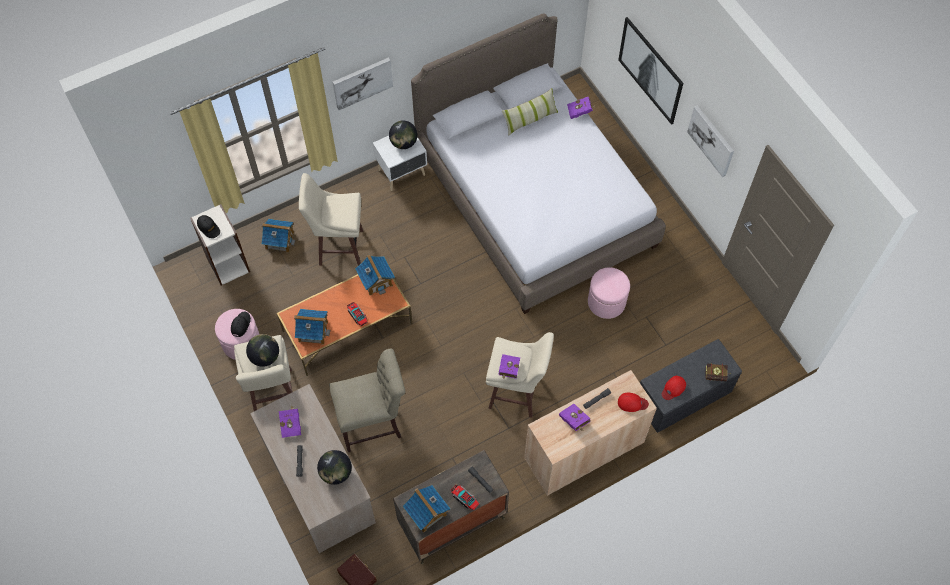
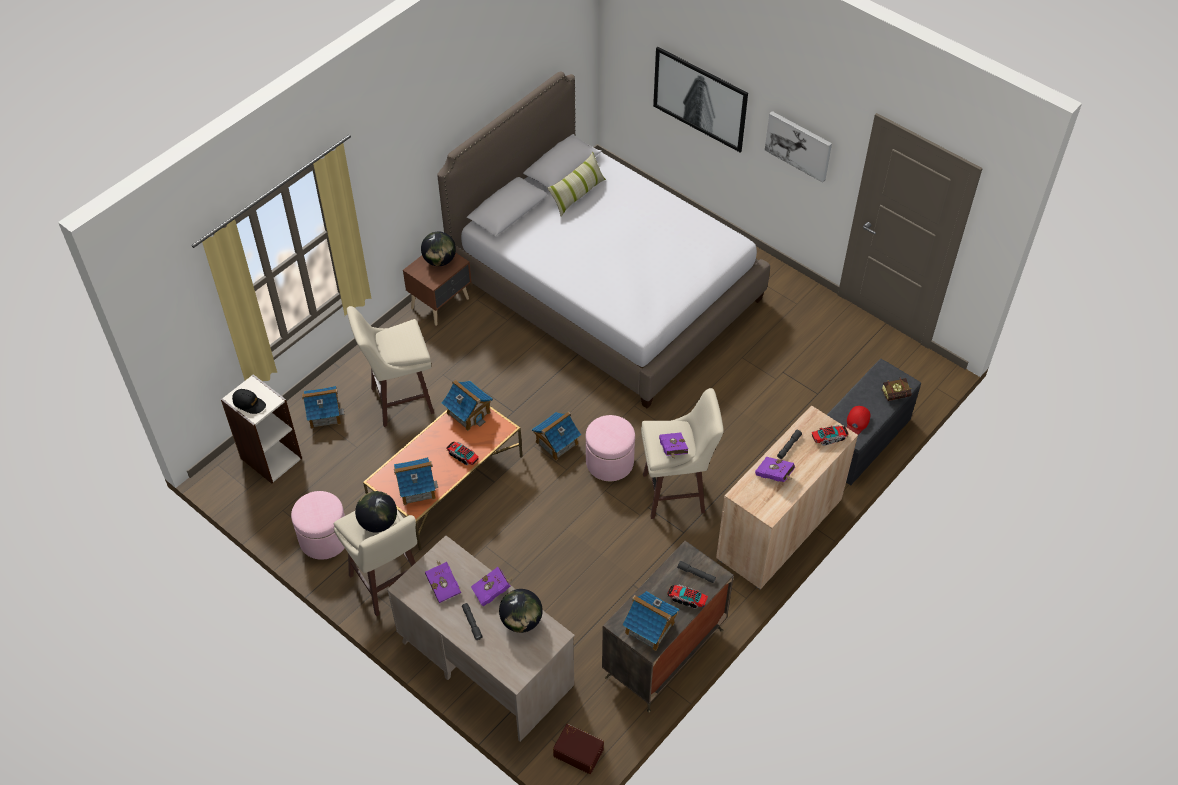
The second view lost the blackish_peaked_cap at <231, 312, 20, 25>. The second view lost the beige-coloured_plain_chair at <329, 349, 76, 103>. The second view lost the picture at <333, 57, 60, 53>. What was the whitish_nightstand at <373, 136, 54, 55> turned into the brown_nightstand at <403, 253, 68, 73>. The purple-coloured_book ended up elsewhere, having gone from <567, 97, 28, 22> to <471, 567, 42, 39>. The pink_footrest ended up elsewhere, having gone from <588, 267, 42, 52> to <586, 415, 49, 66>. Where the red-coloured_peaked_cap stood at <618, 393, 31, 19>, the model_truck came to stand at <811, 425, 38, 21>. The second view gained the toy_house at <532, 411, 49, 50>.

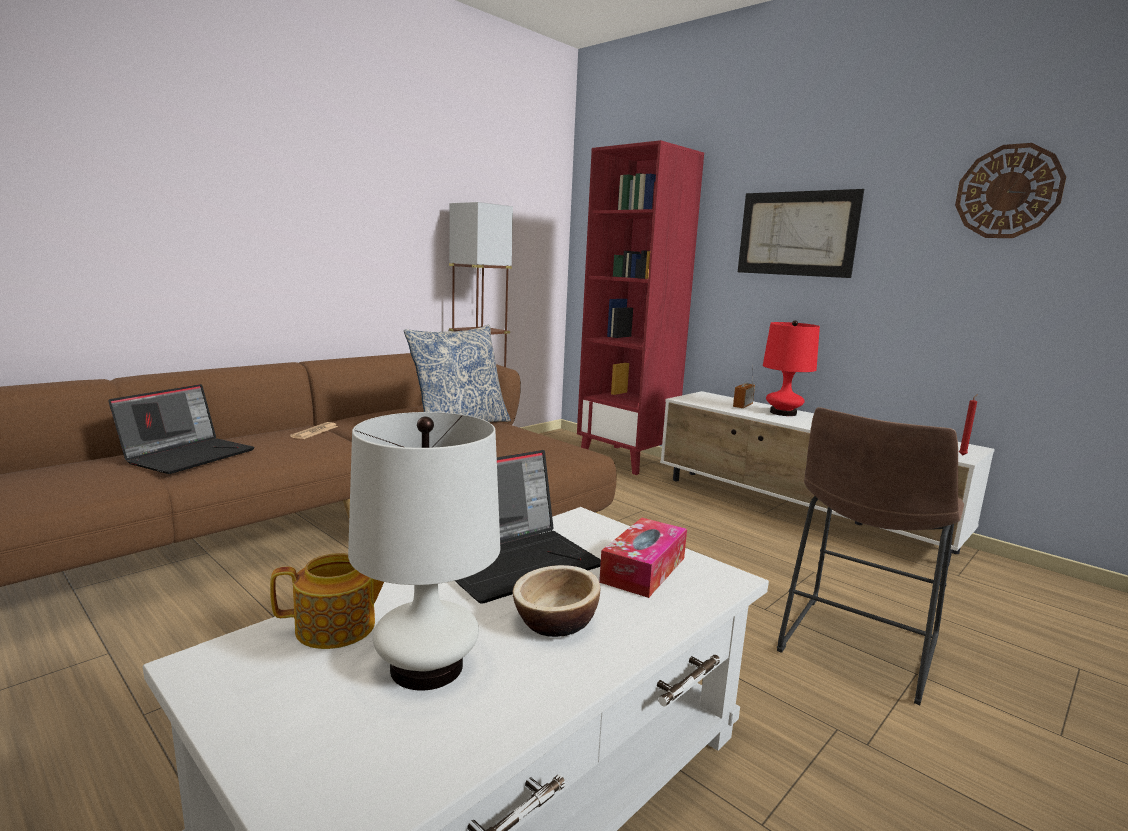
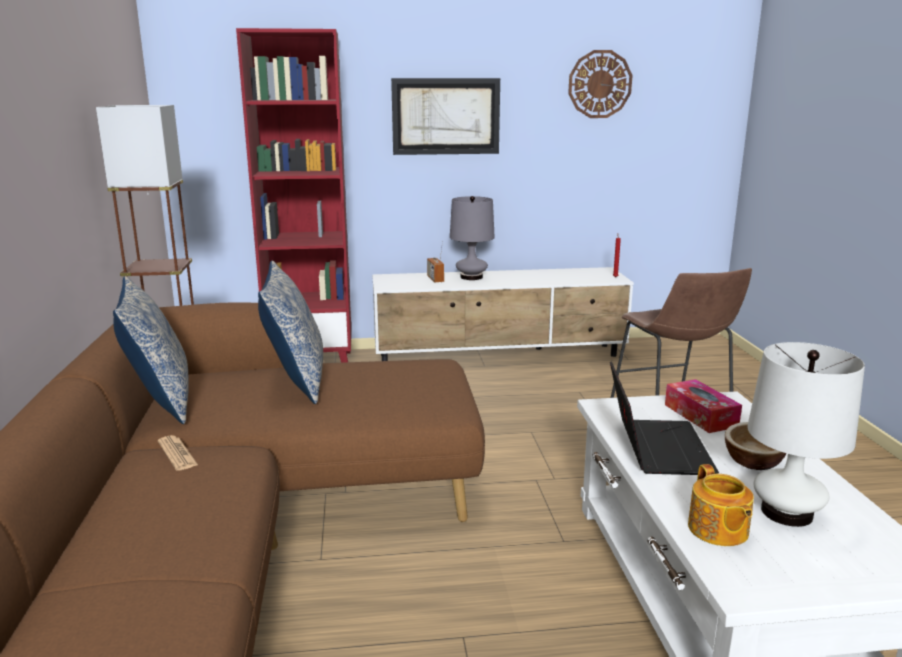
The second view lost the notebook_computer at <108, 384, 147, 90>. The teapot at <270, 553, 114, 96> ended up facing another way, 150 degrees clockwise from before. What was the red-coloured_tabletop_lamp at <763, 320, 57, 96> turned into the grey_tabletop_lamp at <450, 196, 45, 84>. The second view gained the cushion at <113, 276, 75, 148>.

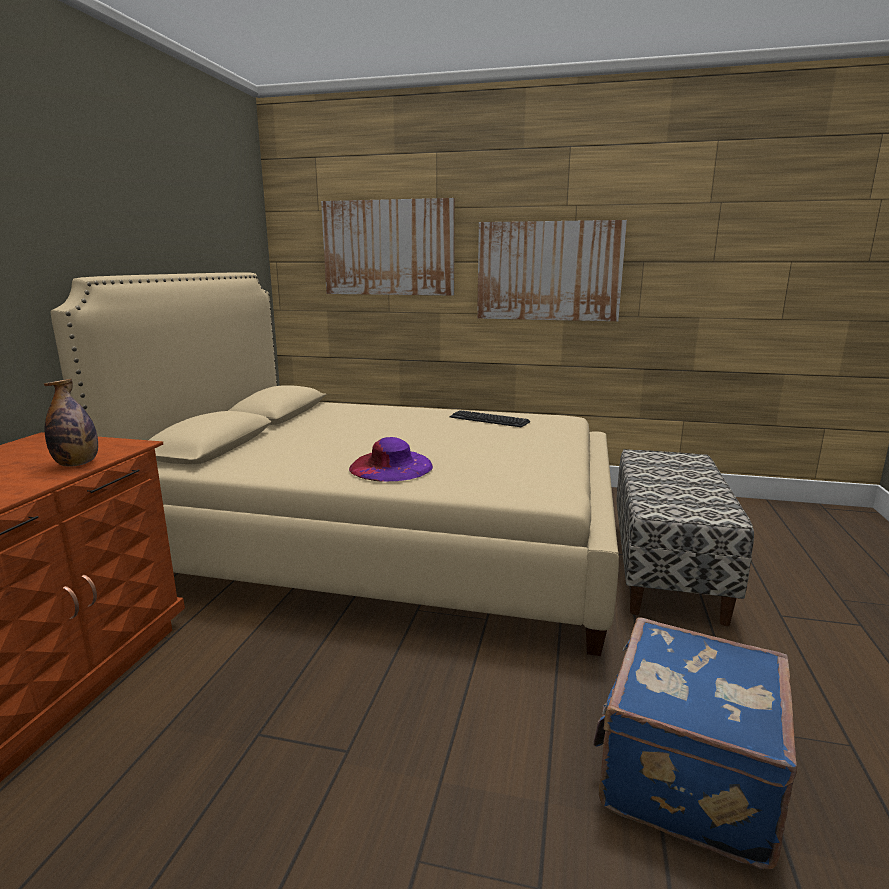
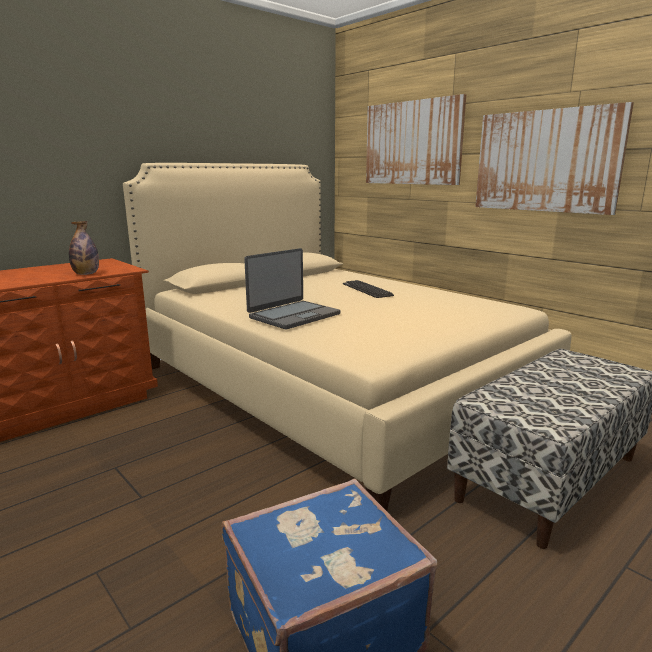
Where the purple-coloured_hat stood at <349, 437, 84, 45>, the notebook_computer came to stand at <244, 248, 96, 81>. The keyboard ended up elsewhere, having gone from <450, 410, 80, 17> to <343, 280, 51, 18>.

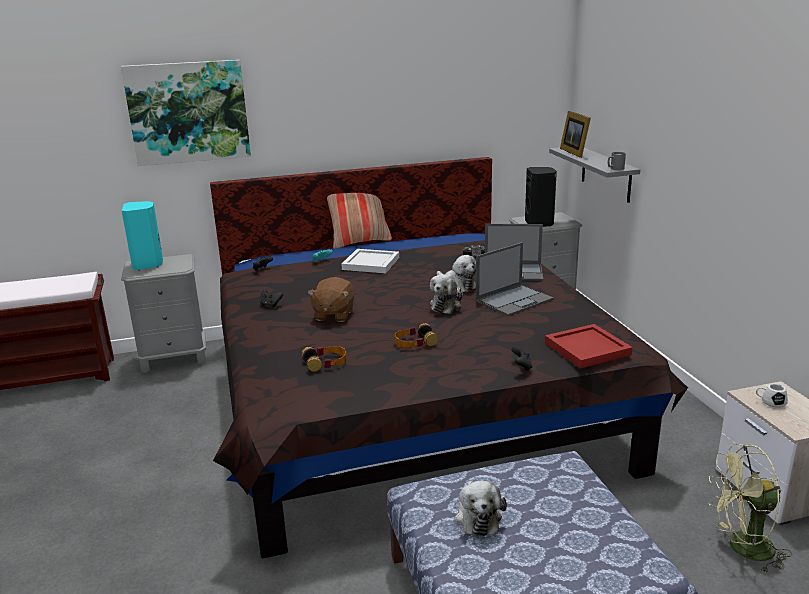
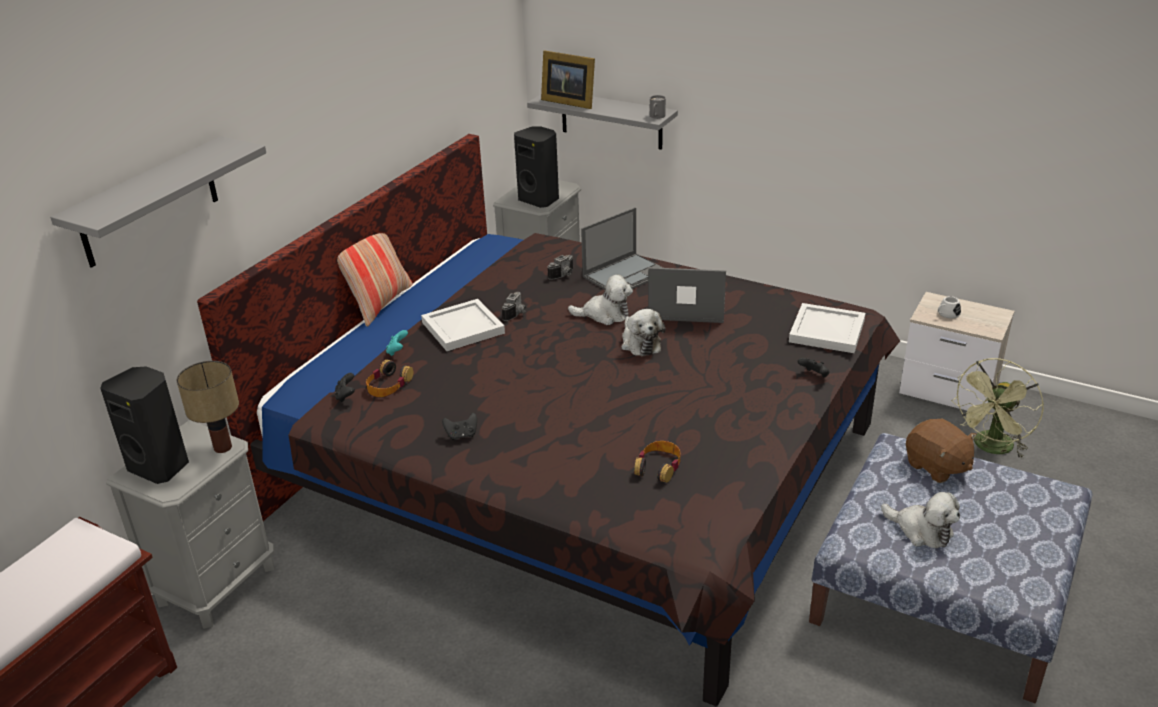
Where the picture hung at <121, 60, 130, 106>, the grey_wall_shelf came to hang at <50, 136, 216, 132>. What was the turquoise-coloured_loudspeaker at <122, 201, 41, 69> turned into the blackish_loudspeaker at <100, 366, 89, 118>. The brown_plush_toy ended up elsewhere, having gone from <307, 277, 47, 45> to <906, 419, 71, 64>. The headphones ended up elsewhere, having gone from <395, 323, 43, 25> to <366, 360, 47, 37>. The notebook_computer at <476, 242, 78, 74> ended up facing another way, 90 degrees counterclockwise from before. What was the red-coloured_tray at <545, 324, 88, 44> turned into the whitish_tray at <789, 303, 77, 50>. The second view gained the tabletop_lamp at <176, 361, 63, 92>. The second view gained the still_camera at <502, 292, 24, 29>.

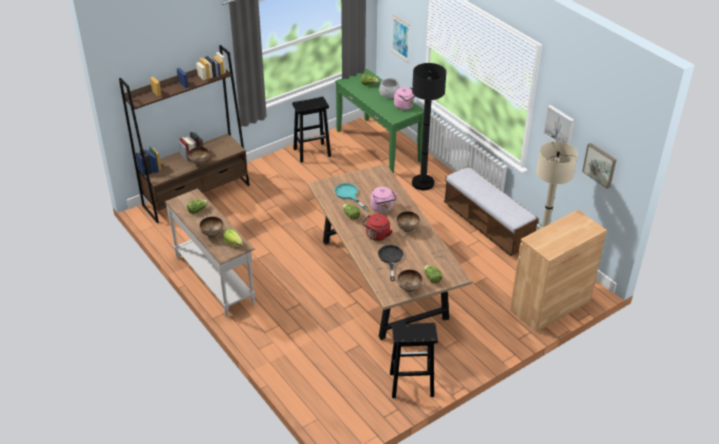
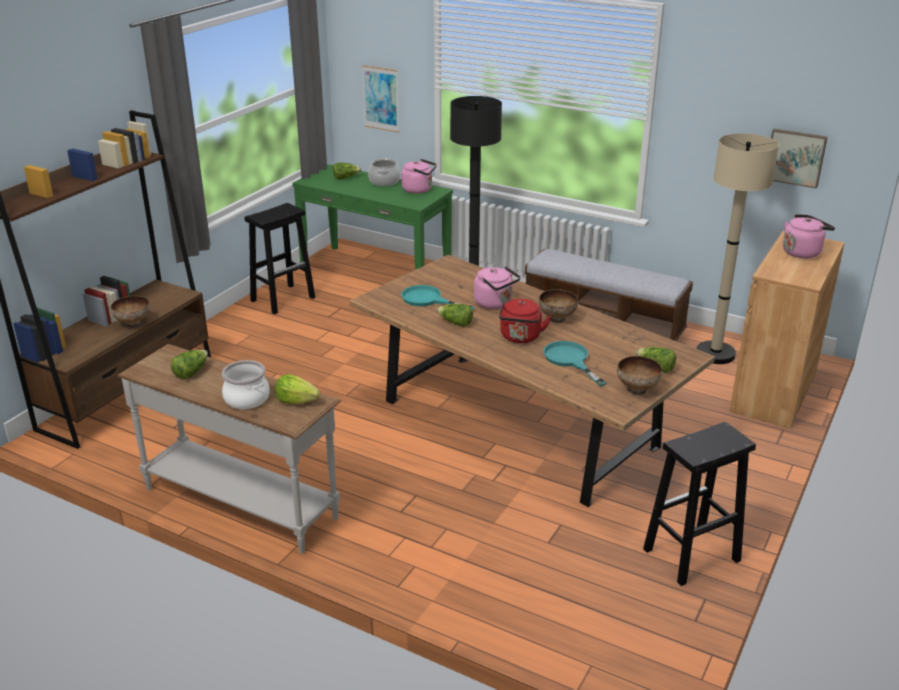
Where the deep_dish stood at <199, 216, 25, 22>, the cooking_pot came to stand at <222, 360, 48, 49>. What was the blackish_pan at <378, 245, 26, 36> turned into the turquoise-coloured_pan at <543, 341, 63, 46>. The second view lost the picture at <543, 105, 32, 40>. The second view gained the pink_kettle at <783, 214, 52, 44>.

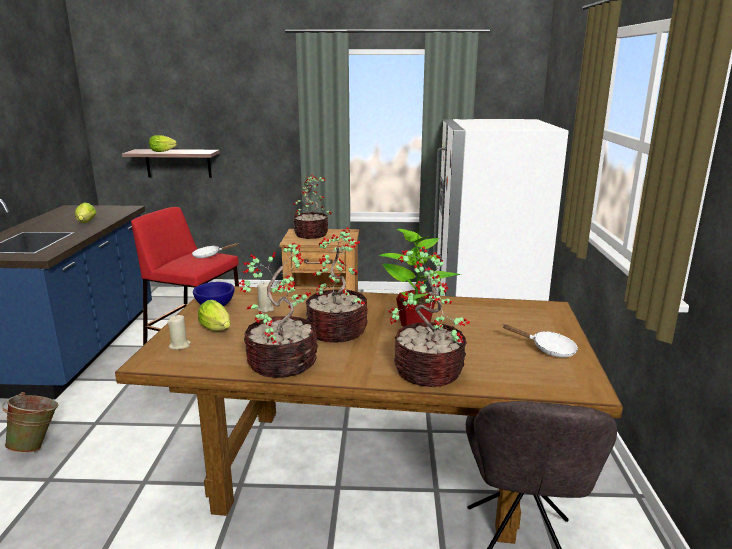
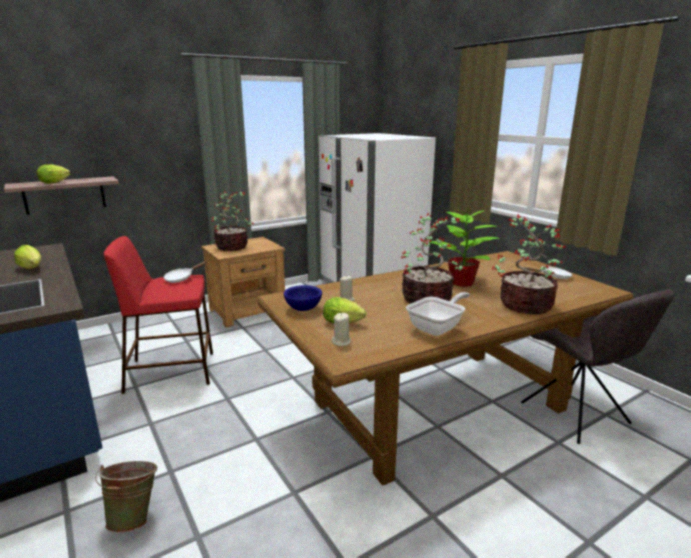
Where the houseplant stood at <239, 243, 79, 135>, the pan came to stand at <406, 292, 64, 44>.

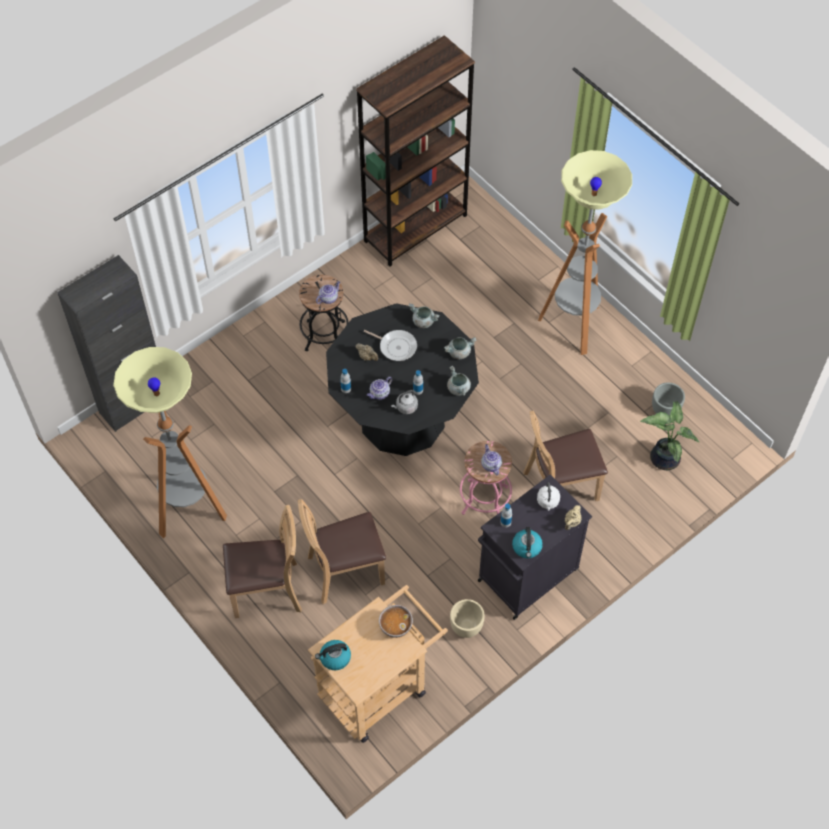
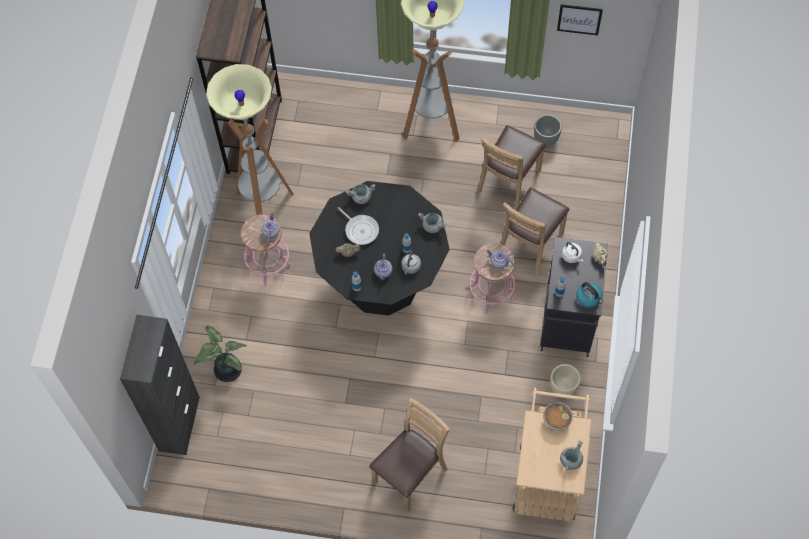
The floor_lamp ended up elsewhere, having gone from <113, 347, 114, 191> to <206, 64, 88, 151>. The brown_plain_chair ended up elsewhere, having gone from <298, 499, 88, 106> to <477, 125, 69, 85>. What was the blackish_stool_seat at <299, 275, 49, 76> turned into the pink_stool_seat at <241, 214, 52, 72>. The second view lost the kettle at <315, 640, 36, 30>. The pan at <364, 330, 53, 31> ended up facing another way, 60 degrees clockwise from before. The grey_cooking_pot ended up elsewhere, having gone from <444, 337, 32, 22> to <560, 441, 23, 30>. The houseplant ended up elsewhere, having gone from <640, 401, 59, 69> to <193, 326, 54, 56>. The second view gained the picture at <557, 4, 46, 31>.

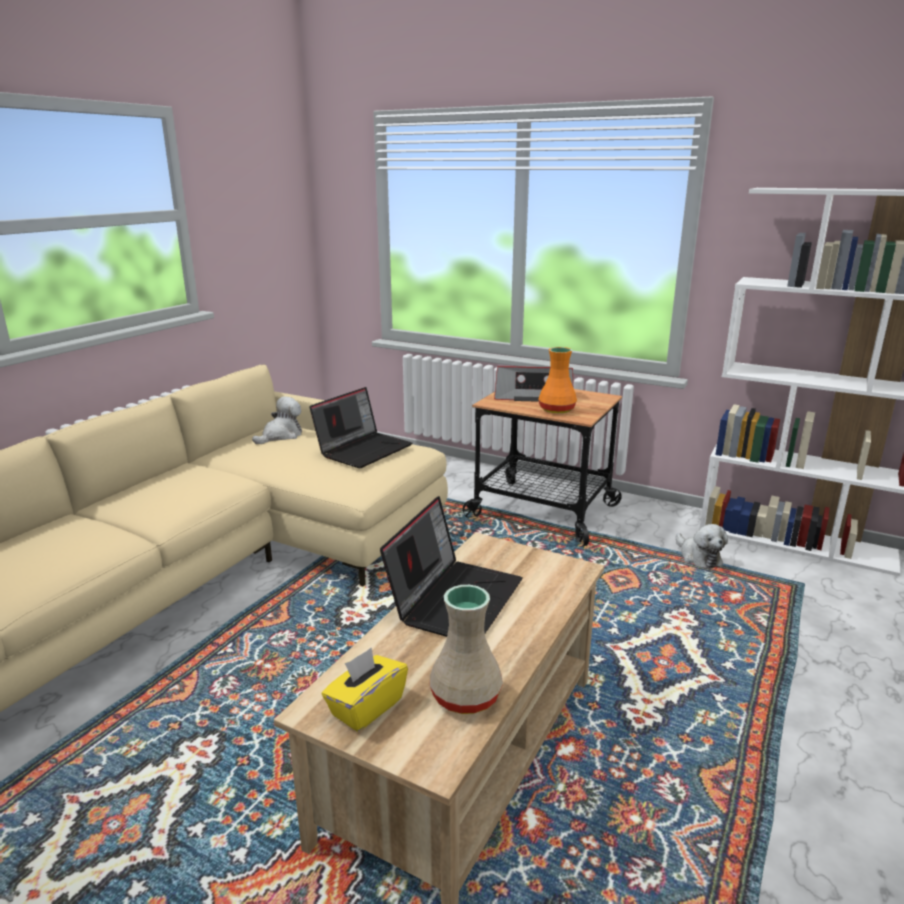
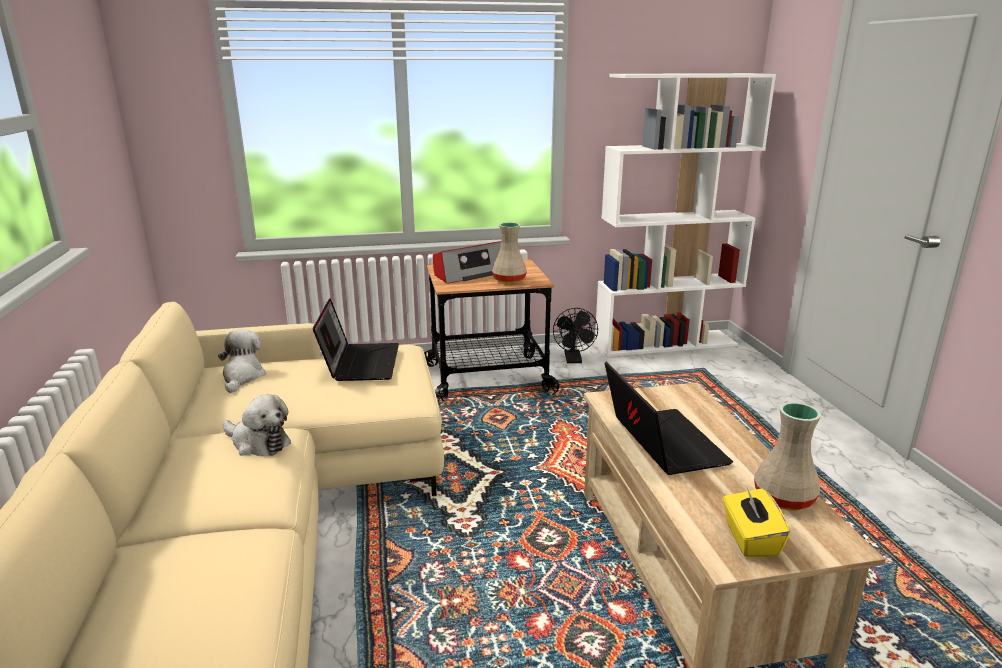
What was the orangey_decorative_vase at <538, 347, 39, 66> turned into the beige-coloured_decorative_vase at <492, 222, 35, 61>. The plush_toy ended up elsewhere, having gone from <676, 524, 52, 45> to <223, 394, 68, 62>. The second view gained the blackish_cooling_fan at <553, 308, 45, 55>.

